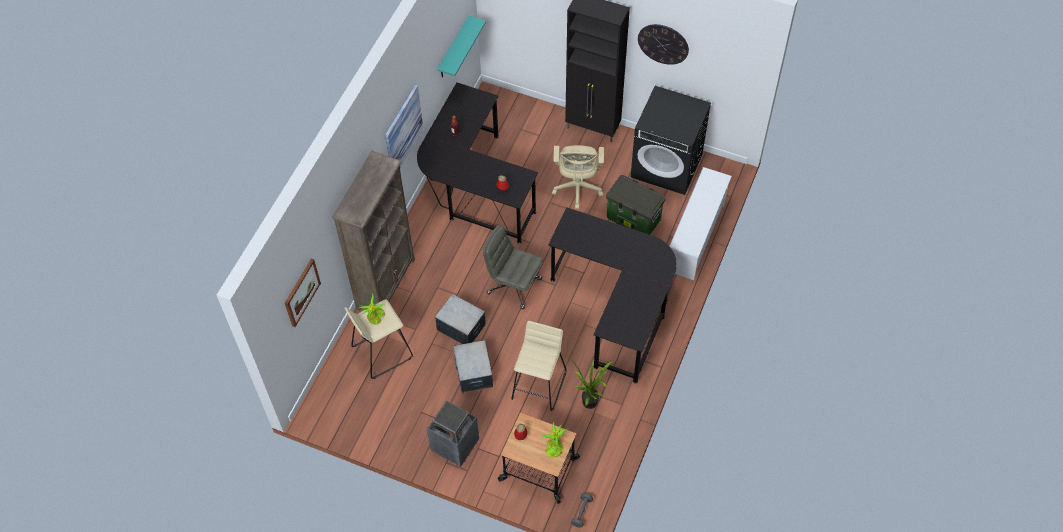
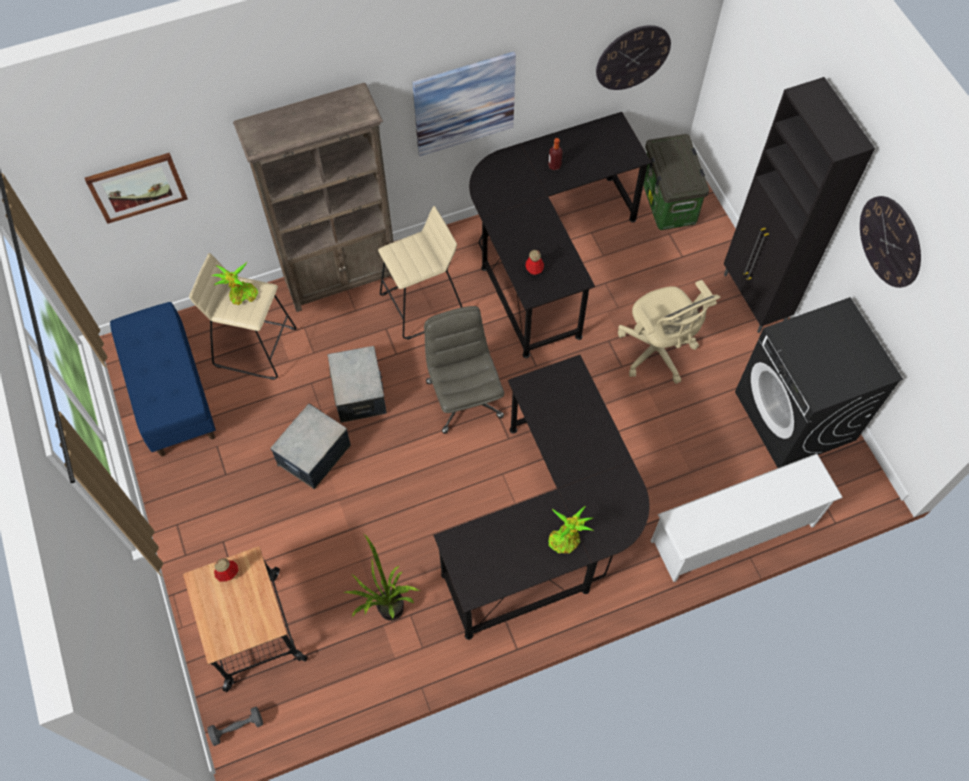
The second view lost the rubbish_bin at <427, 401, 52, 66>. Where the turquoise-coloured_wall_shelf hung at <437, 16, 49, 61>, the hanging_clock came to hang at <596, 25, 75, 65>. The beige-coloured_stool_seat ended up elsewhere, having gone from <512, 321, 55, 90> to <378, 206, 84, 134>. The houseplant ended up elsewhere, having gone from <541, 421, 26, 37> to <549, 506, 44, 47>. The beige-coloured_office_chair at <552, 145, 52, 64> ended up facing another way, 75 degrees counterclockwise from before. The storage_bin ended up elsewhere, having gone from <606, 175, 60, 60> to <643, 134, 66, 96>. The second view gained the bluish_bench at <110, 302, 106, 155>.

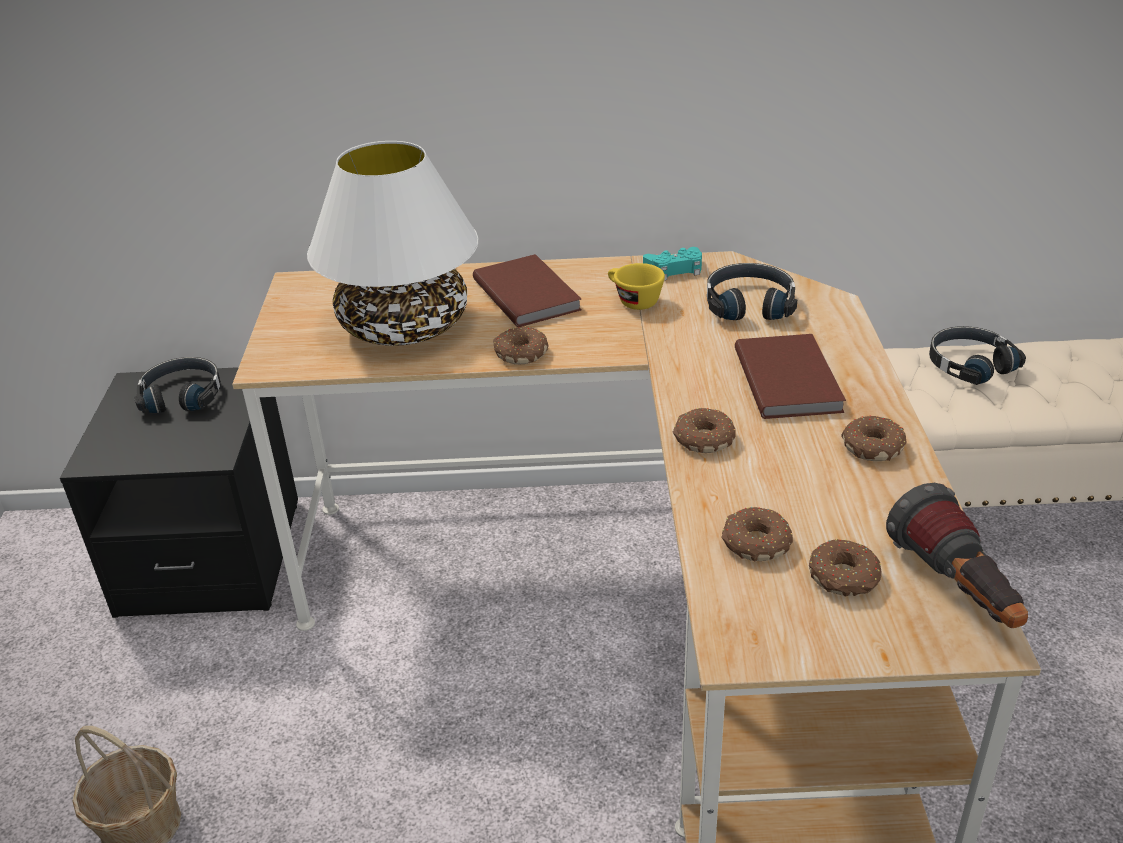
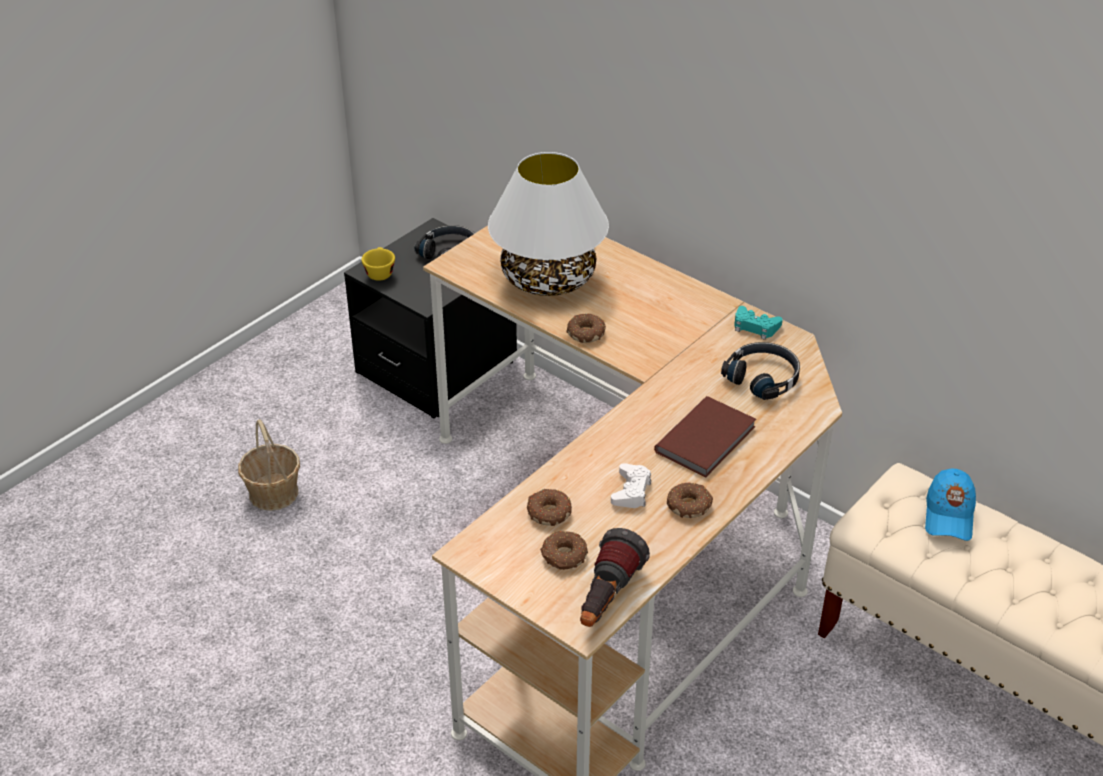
The second view lost the brown_book at <473, 254, 109, 73>. The yellowish_small_cup ended up elsewhere, having gone from <608, 263, 57, 47> to <362, 247, 33, 34>. The second view lost the ring_doughnut at <673, 408, 62, 45>. Where the blackish_headphones stood at <929, 326, 97, 59>, the bluish_peaked_cap came to stand at <925, 469, 51, 72>. The second view gained the whitish_game_controller at <611, 463, 40, 45>.

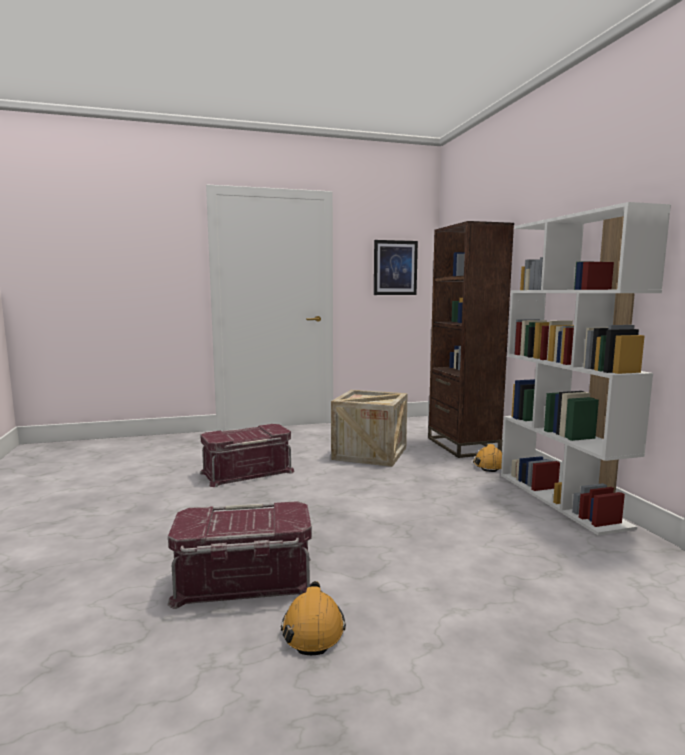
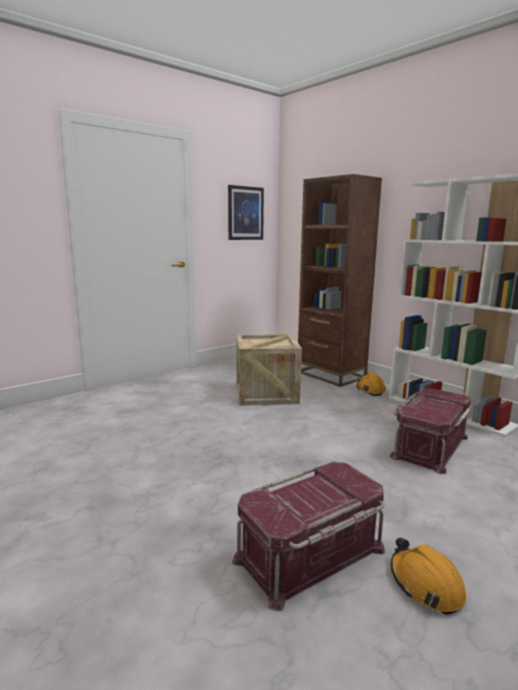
The red-coloured_storage_bin ended up elsewhere, having gone from <200, 424, 95, 63> to <390, 388, 83, 86>.

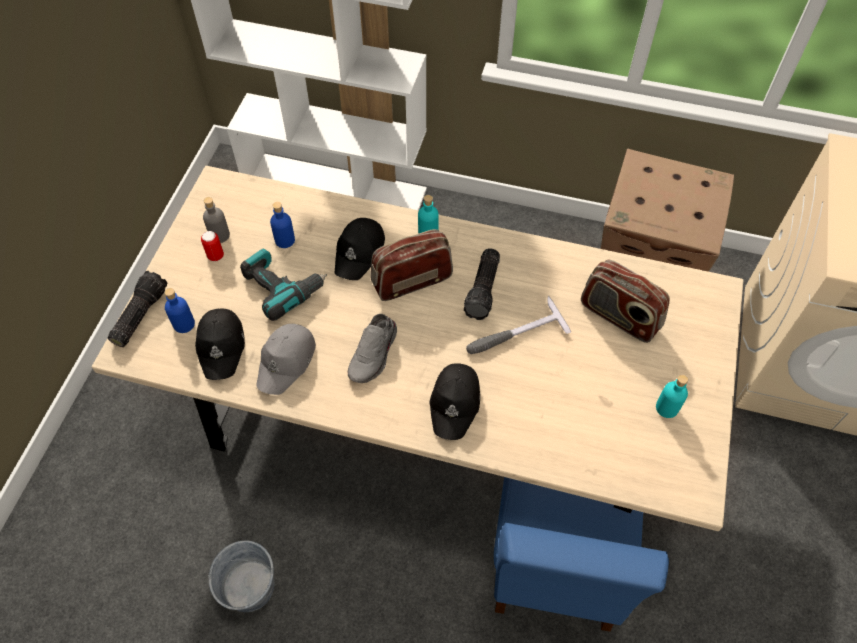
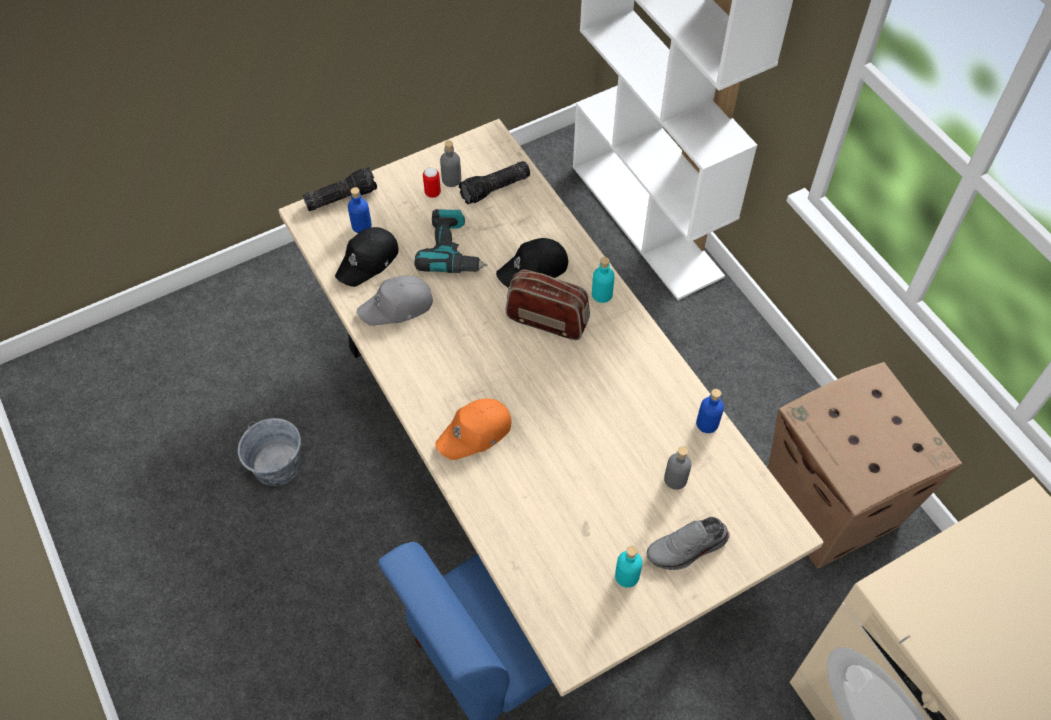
The bluish_drink_bottle ended up elsewhere, having gone from <270, 202, 25, 46> to <696, 389, 28, 44>. The grey_shoe ended up elsewhere, having gone from <348, 314, 49, 69> to <647, 517, 83, 53>. What was the blackish_peaked_cap at <430, 363, 50, 77> turned into the orangey_peaked_cap at <435, 398, 76, 62>. The hand_torch ended up elsewhere, having gone from <464, 248, 36, 72> to <459, 161, 71, 43>. The second view lost the tool_hammer at <466, 296, 105, 58>. Where the radio_receiver stood at <581, 260, 89, 83>, the grey_drink_bottle came to stand at <664, 446, 28, 44>.

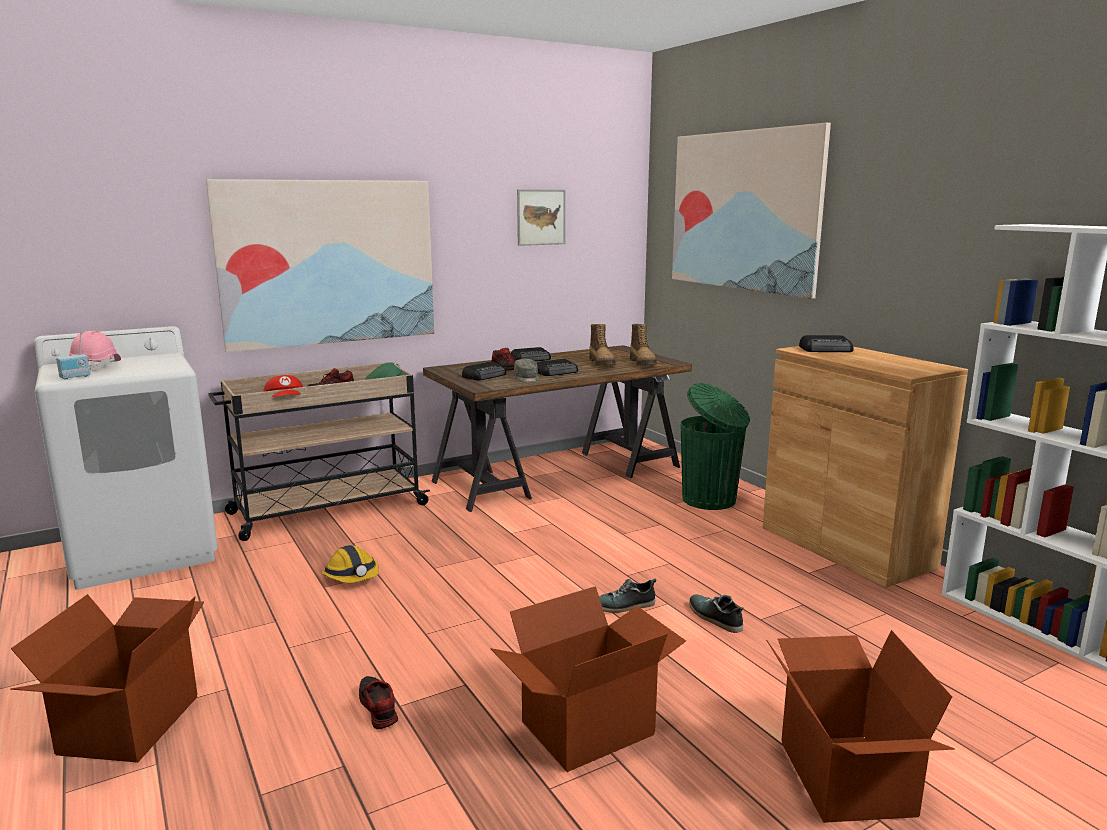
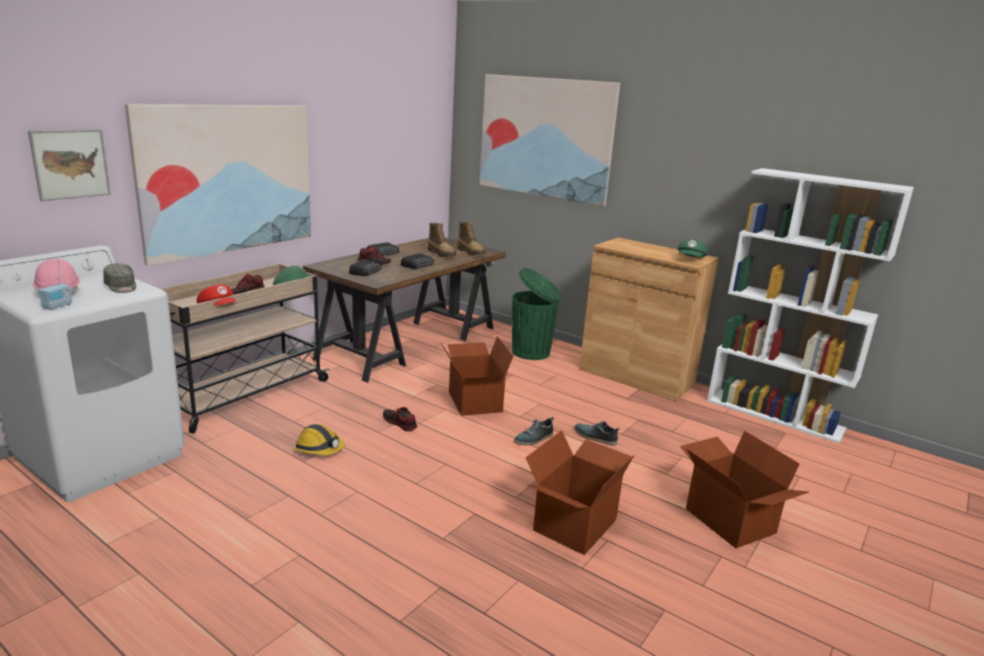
The cardboard_box ended up elsewhere, having gone from <10, 594, 194, 169> to <441, 336, 72, 80>. The shoe ended up elsewhere, having gone from <359, 676, 39, 53> to <383, 407, 34, 24>. The grey_peaked_cap ended up elsewhere, having gone from <514, 359, 25, 24> to <103, 263, 33, 30>. The picture ended up elsewhere, having gone from <517, 189, 49, 57> to <28, 129, 83, 72>. The second view lost the radio_receiver at <799, 335, 55, 17>. The second view gained the green-coloured_peaked_cap at <678, 239, 30, 18>.

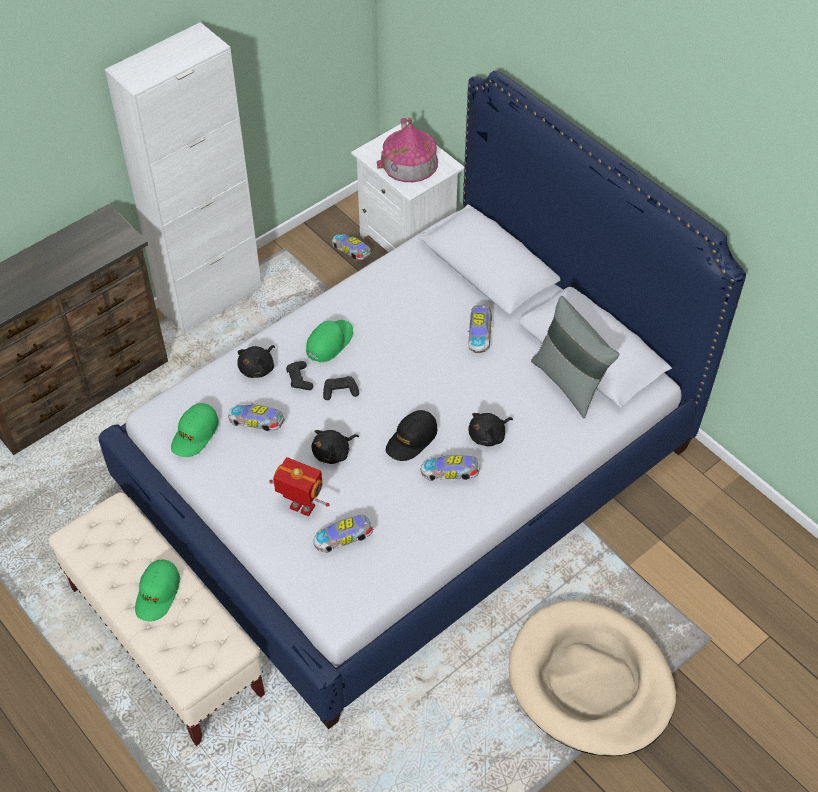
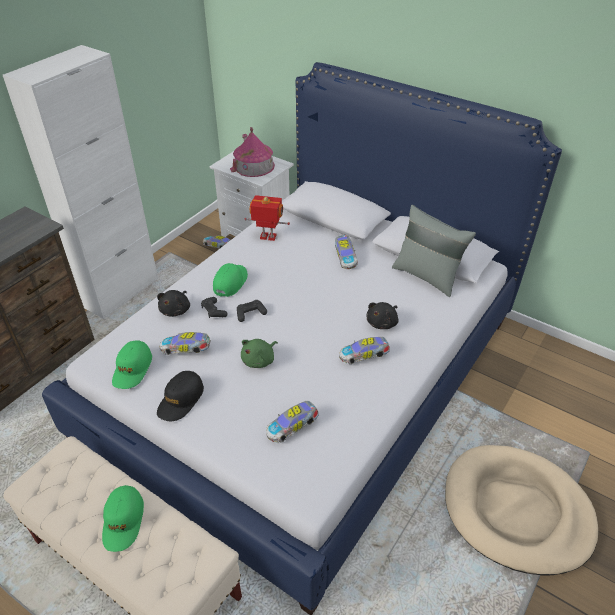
The robot_figure ended up elsewhere, having gone from <269, 457, 60, 60> to <244, 195, 46, 46>. What was the blackish_plush_toy at <312, 430, 47, 34> turned into the green-coloured_plush_toy at <241, 339, 37, 29>. The blackish_peaked_cap ended up elsewhere, having gone from <386, 410, 51, 51> to <157, 371, 47, 50>.

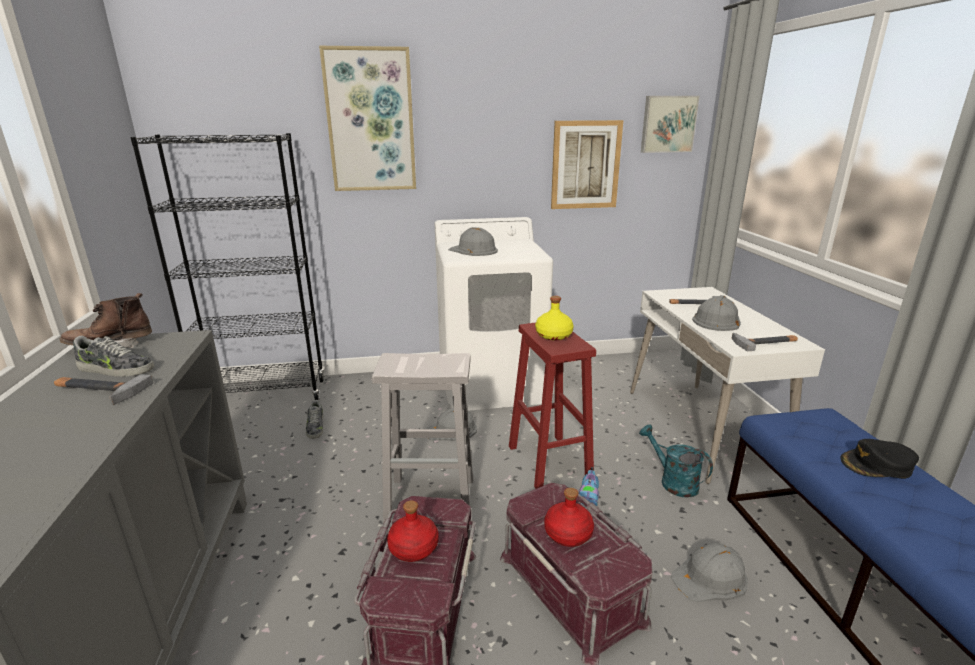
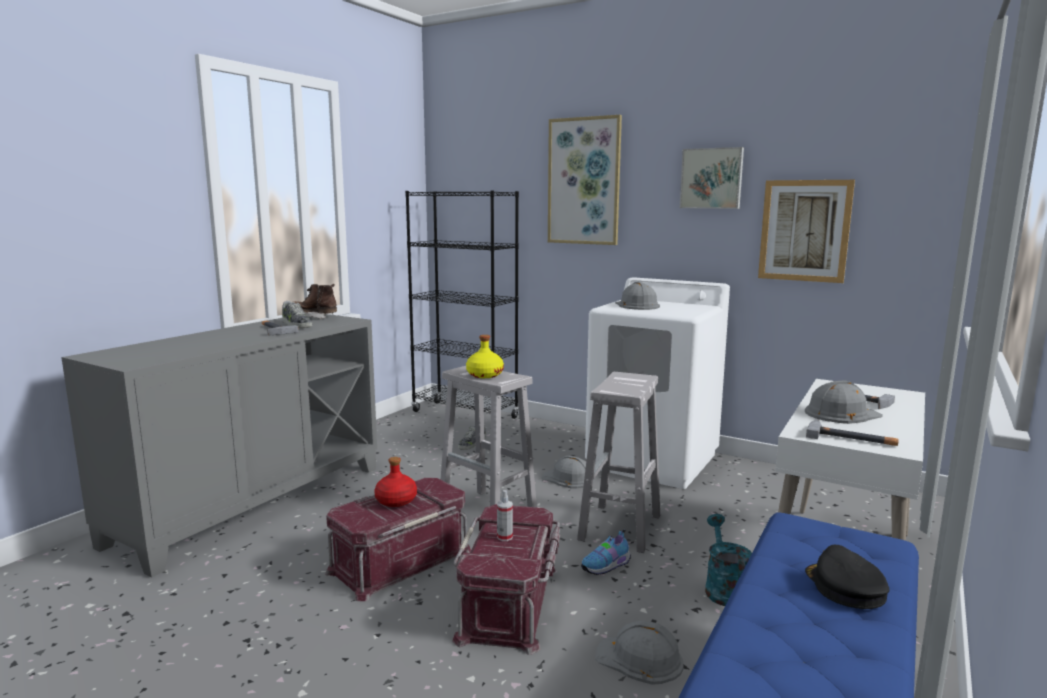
What was the red-coloured_stool_seat at <509, 322, 87, 167> turned into the whitish_stool_seat at <577, 372, 83, 181>. The yellowish_drink_bottle ended up elsewhere, having gone from <535, 296, 39, 44> to <466, 335, 38, 43>. Where the red-coloured_drink_bottle stood at <544, 488, 50, 59>, the sprayer came to stand at <497, 490, 16, 51>. The picture ended up elsewhere, having gone from <641, 96, 59, 57> to <680, 147, 64, 62>. The blackish_peaked_cap at <840, 439, 79, 40> ended up facing another way, 45 degrees clockwise from before.

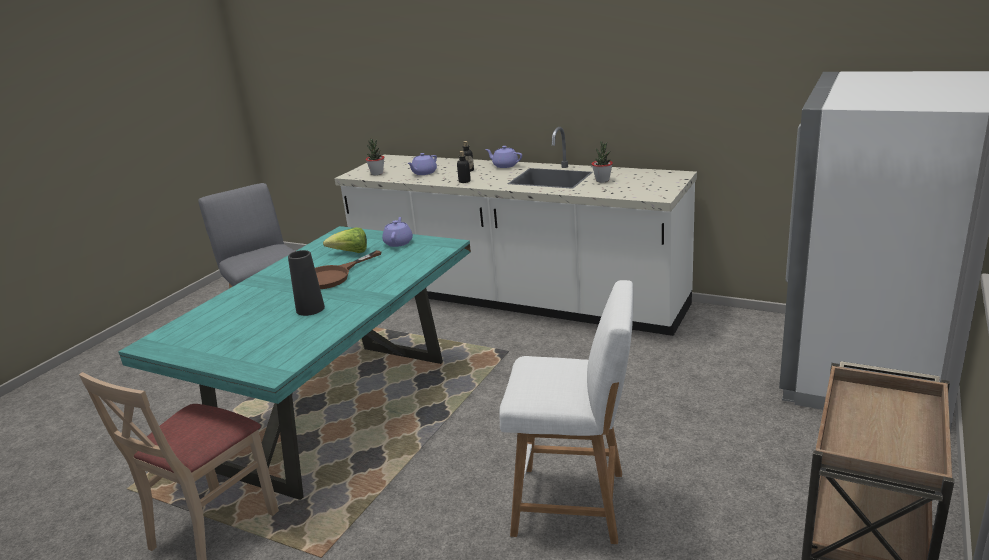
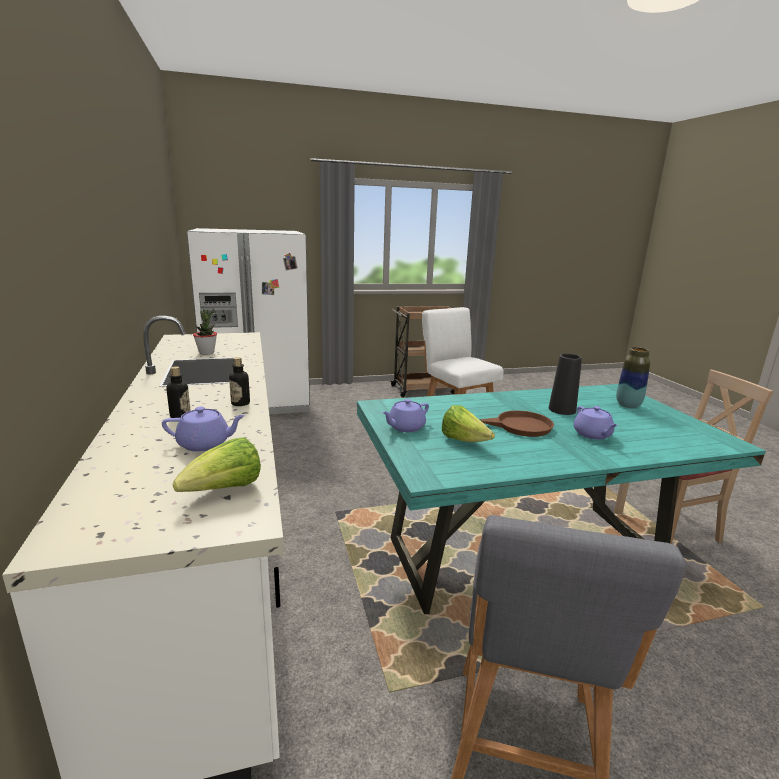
Where the houseplant stood at <366, 138, 18, 37>, the lettuce_head came to stand at <173, 437, 88, 55>. The purple-coloured_teapot ended up elsewhere, having gone from <485, 146, 37, 22> to <573, 406, 45, 34>. The second view gained the decorative_vase at <616, 347, 34, 61>.

